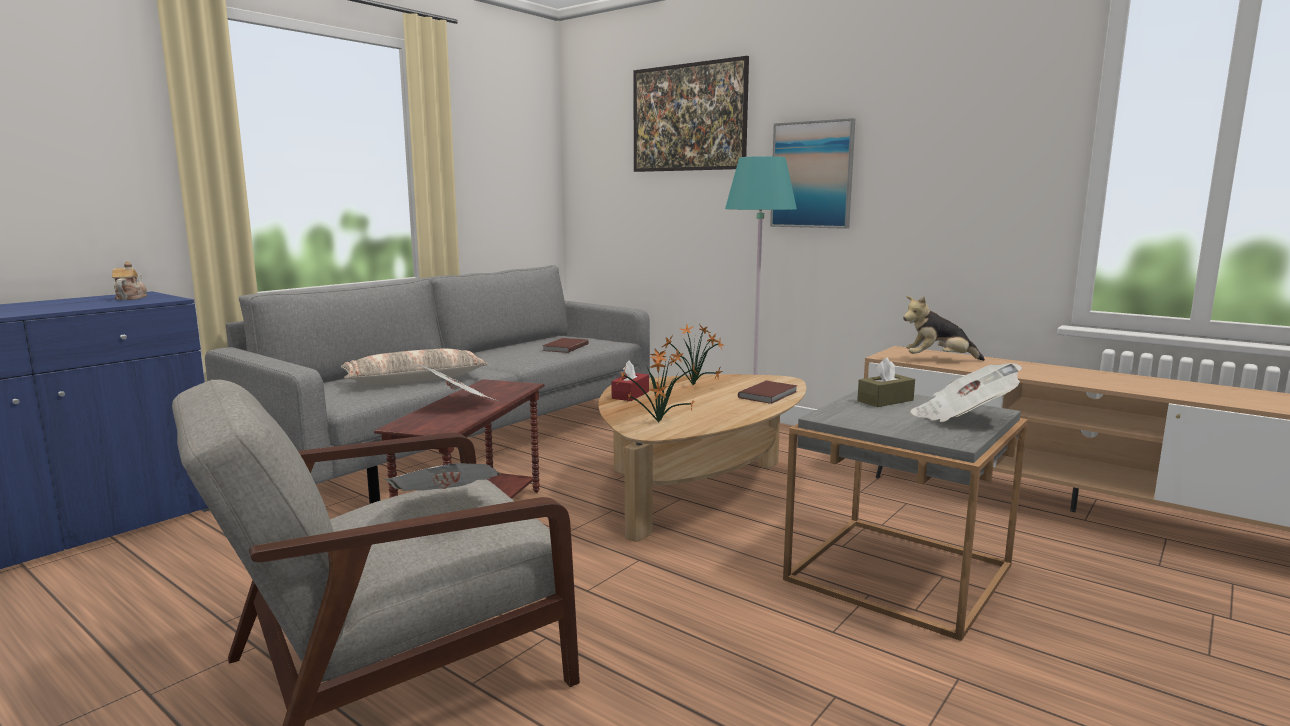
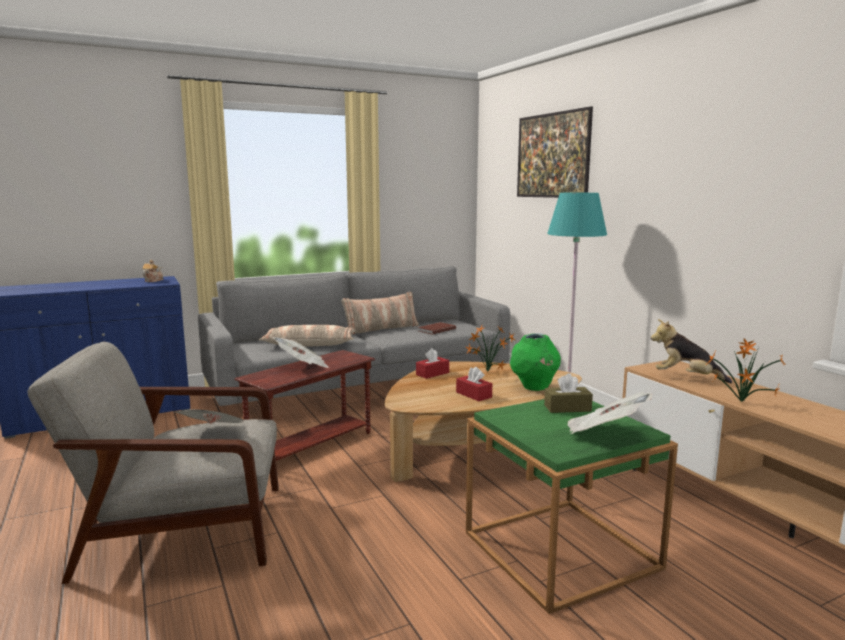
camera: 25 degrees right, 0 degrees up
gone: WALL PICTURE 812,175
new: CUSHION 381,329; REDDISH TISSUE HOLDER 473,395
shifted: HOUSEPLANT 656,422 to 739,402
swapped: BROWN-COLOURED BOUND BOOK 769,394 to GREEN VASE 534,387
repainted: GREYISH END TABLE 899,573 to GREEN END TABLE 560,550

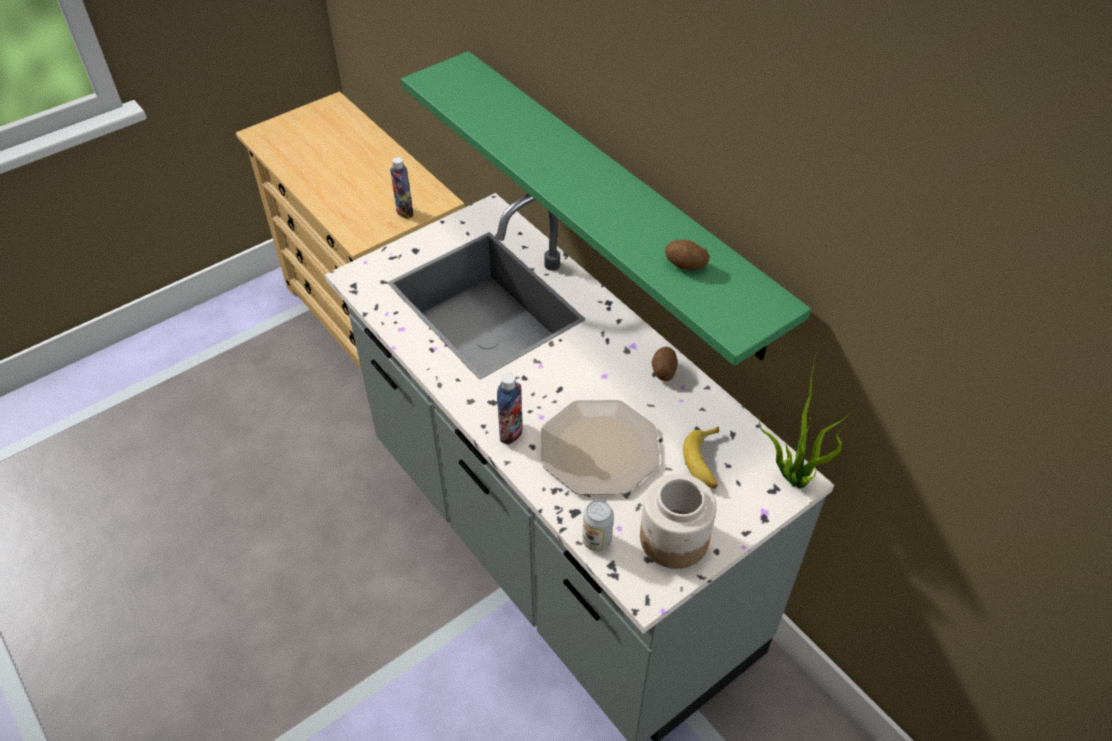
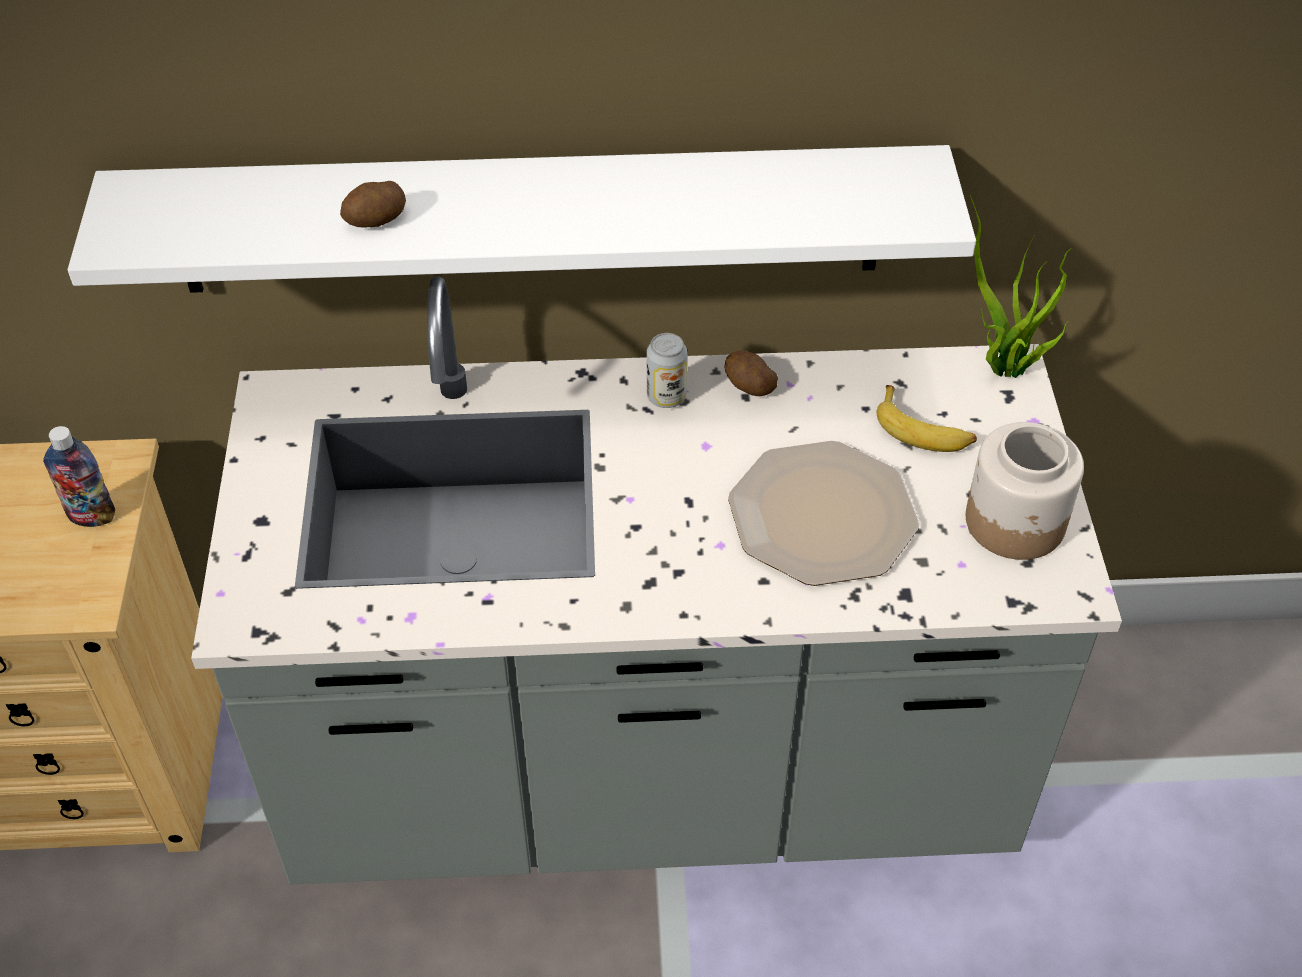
camera: 55 degrees left, 0 degrees up
gone: BOTTLE 511,432
shifted: METAL CAN 597,540 to 666,397; SPUD 685,265 to 376,220
repainted: GREEN SHELF 614,200 to WHITISH SHELF 530,219

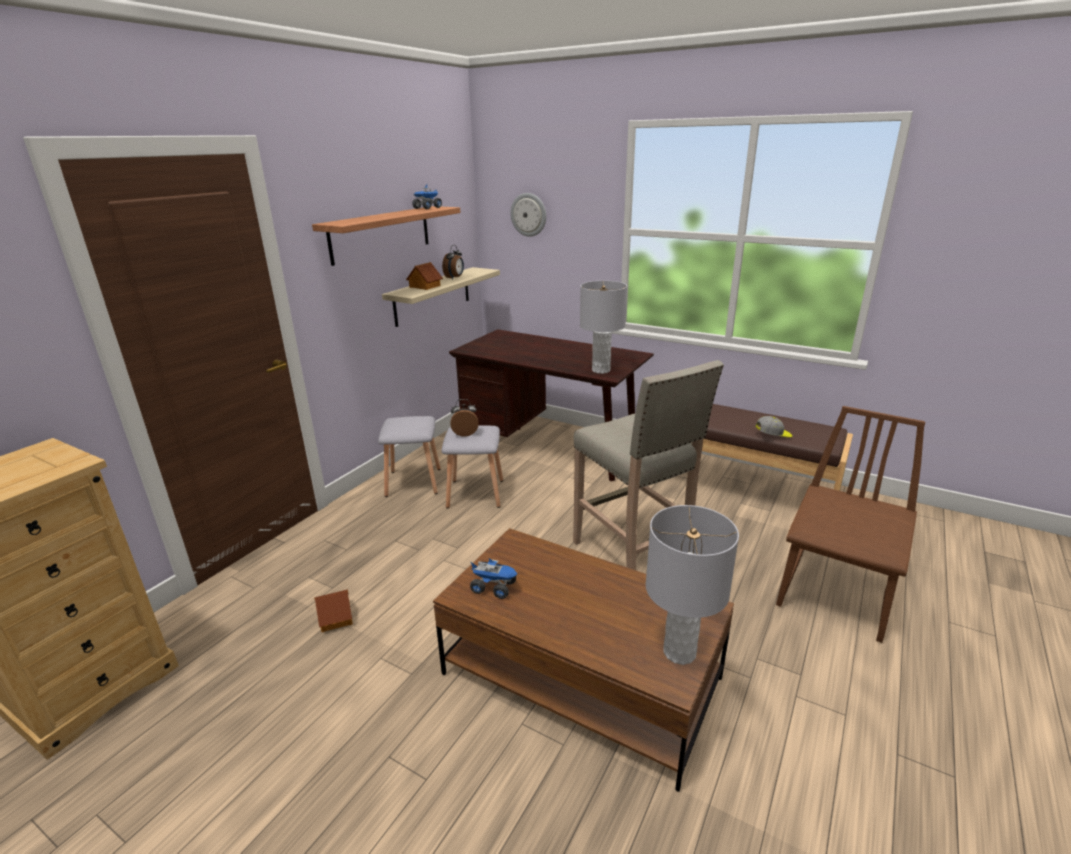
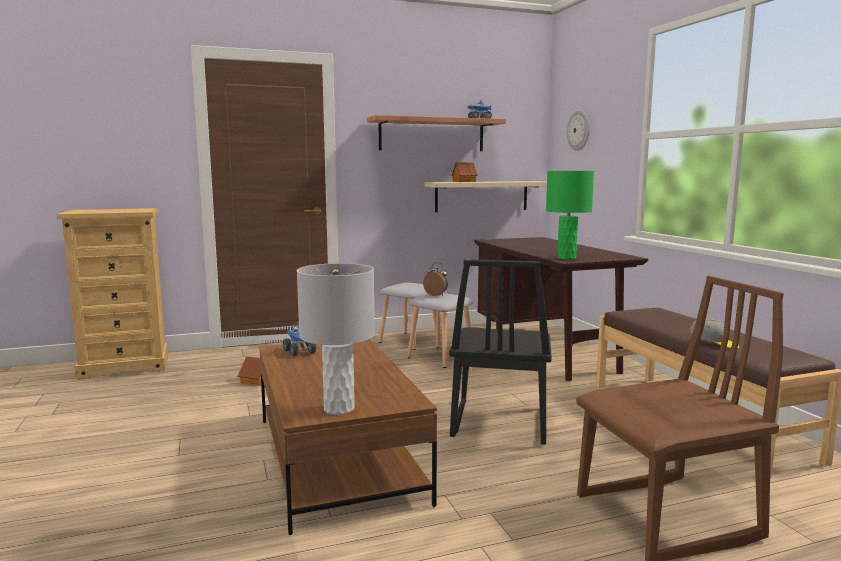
camera: 40 degrees right, 15 degrees down
gone: BEDSIDE CLOCK 455,278
swapped: BEIGE STOOL 632,556 to BLACKISH CHAIR 498,422
repainted: GREYISH TABLETOP LAMP 601,370 to GREEN TABLETOP LAMP 567,258

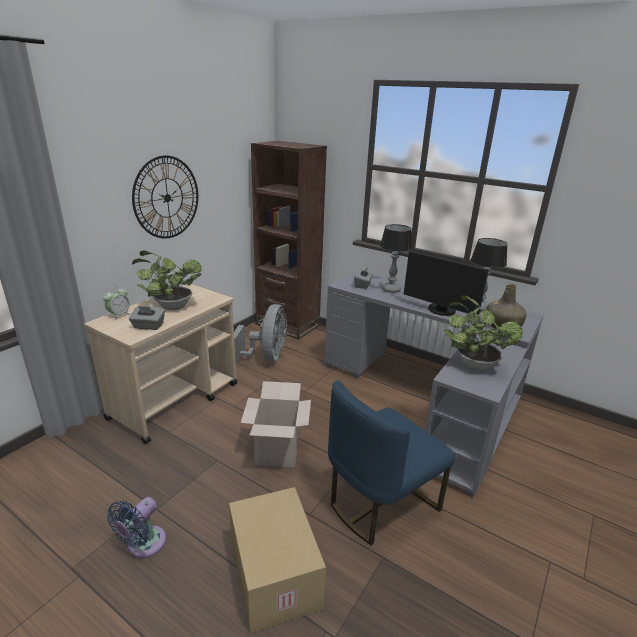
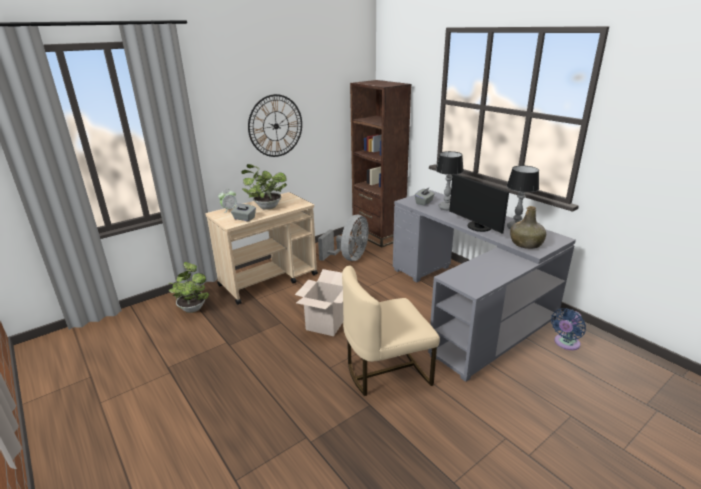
camera: 20 degrees right, 0 degrees up
gone: CARDBOARD BOX 272,574
shifted: BLUISH FAN 143,545 to 565,343; HOUSEPLANT 473,364 to 192,307
repainted: BLUISH CHAIR 380,503 to BEIGE CHAIR 386,371

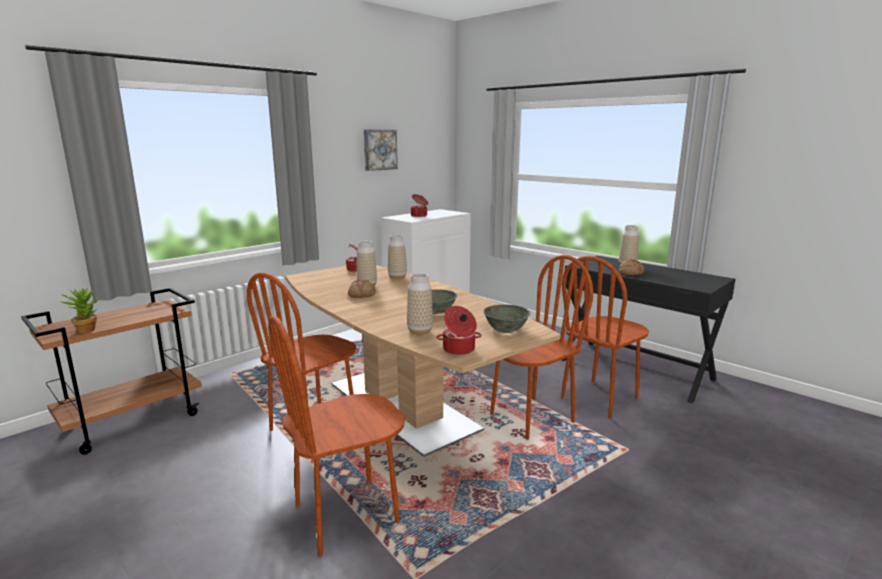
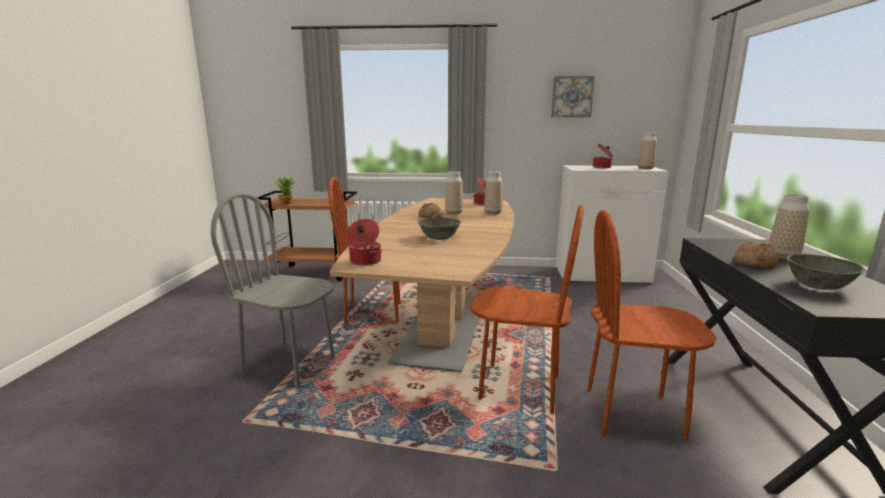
camera: 50 degrees right, 0 degrees up
shifted: VASE 420,331 to 645,168; GREYISH SERVING BOWL 505,329 to 817,285
repainted: BROWN-COLOURED CHAIR 346,514 to GREYISH CHAIR 290,367

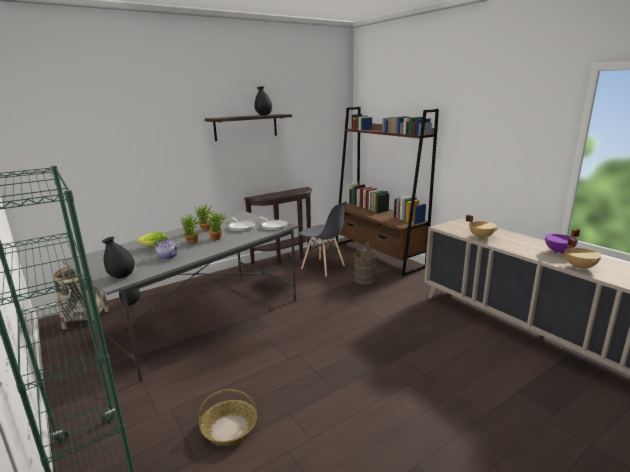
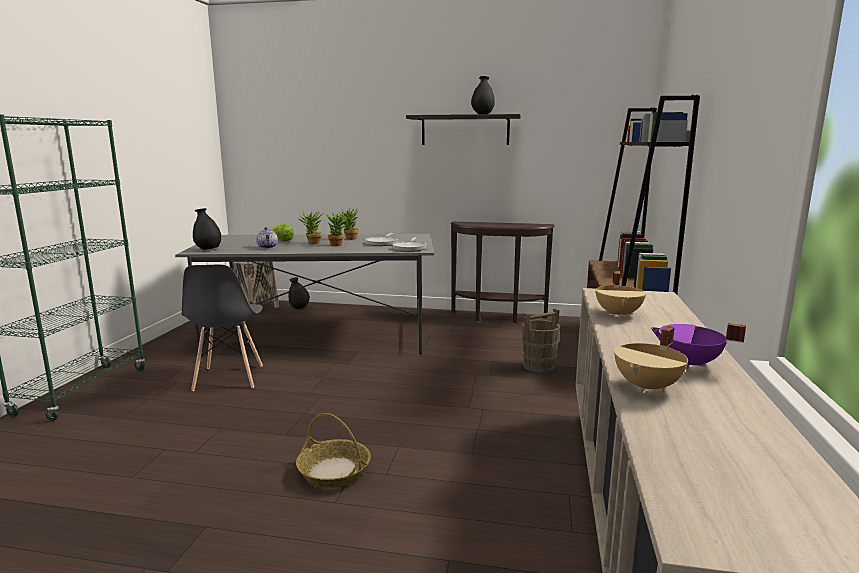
camera: 45 degrees right, 5 degrees down
shifted: STORAGE BASKET 229,429 to 333,471; GREYISH CHAIR 323,267 to 228,378

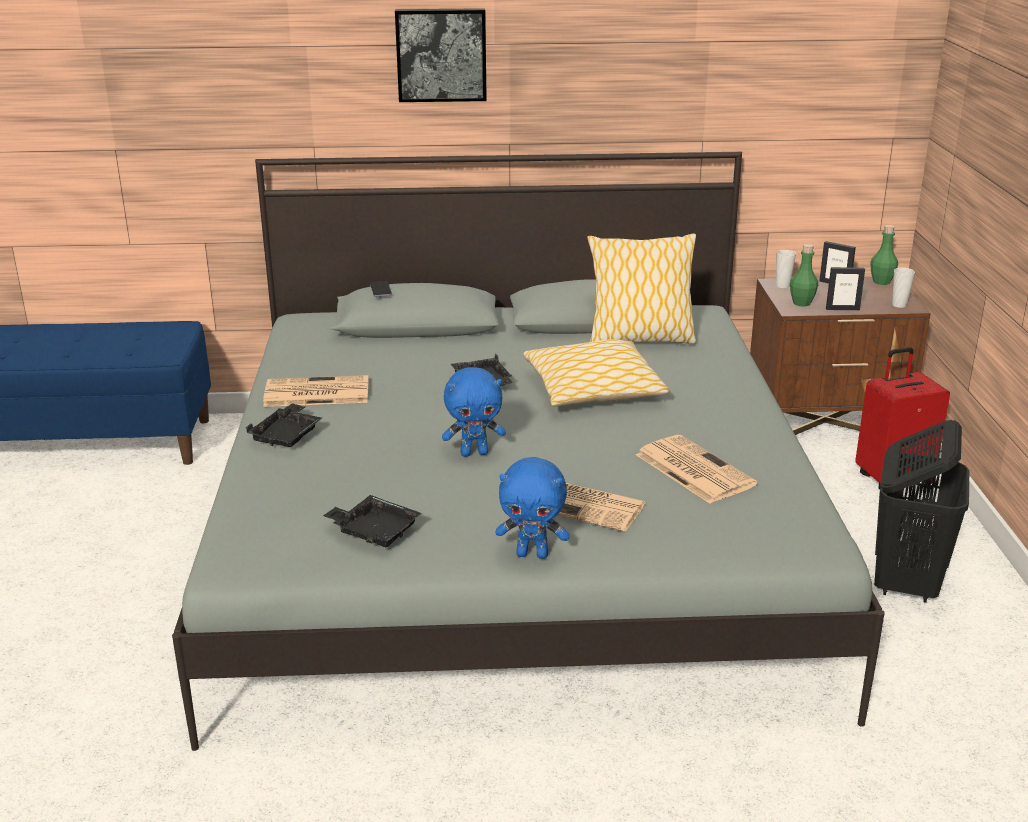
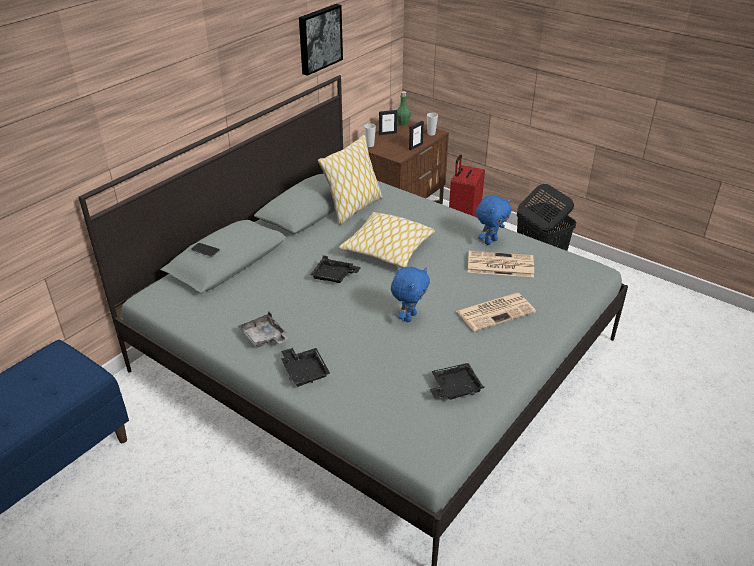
camera: 50 degrees left, 10 degrees up
gone: GREEN BOTTLE 801,303
shifted: WALL PICTURE 441,54 to 319,38; BLUISH PLUSH TOY 533,554 to 490,241
swapped: PRINTED PAPER 315,393 to GREYISH SERVING TRAY 264,337

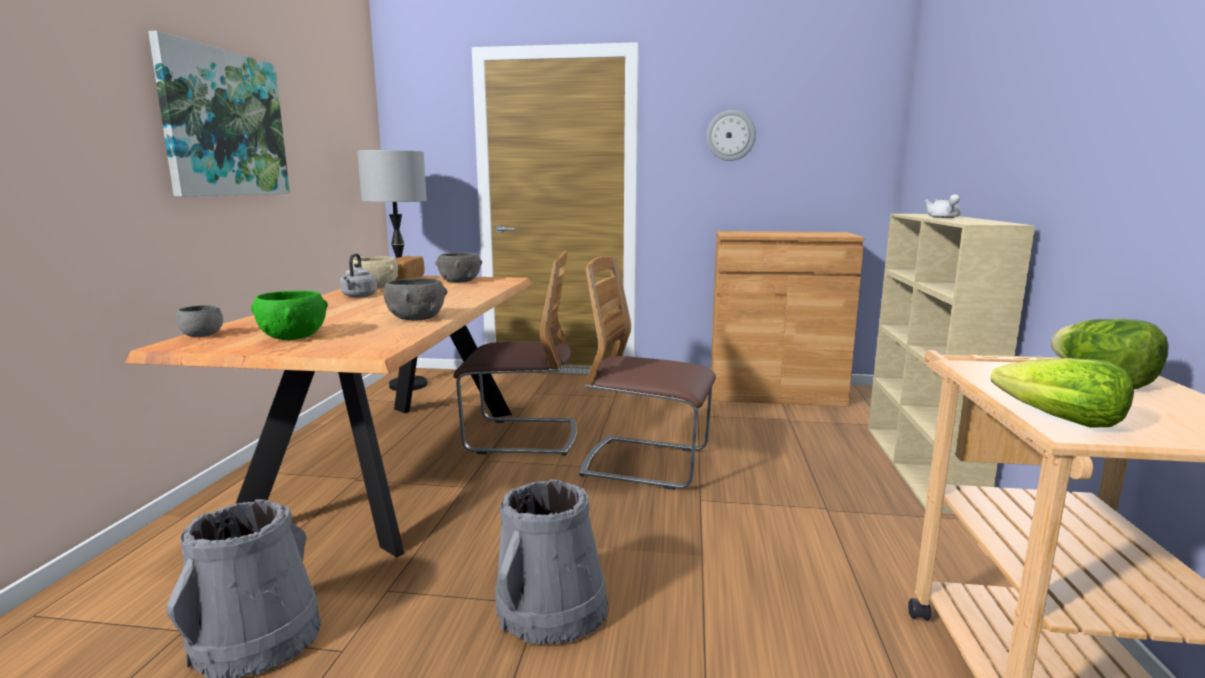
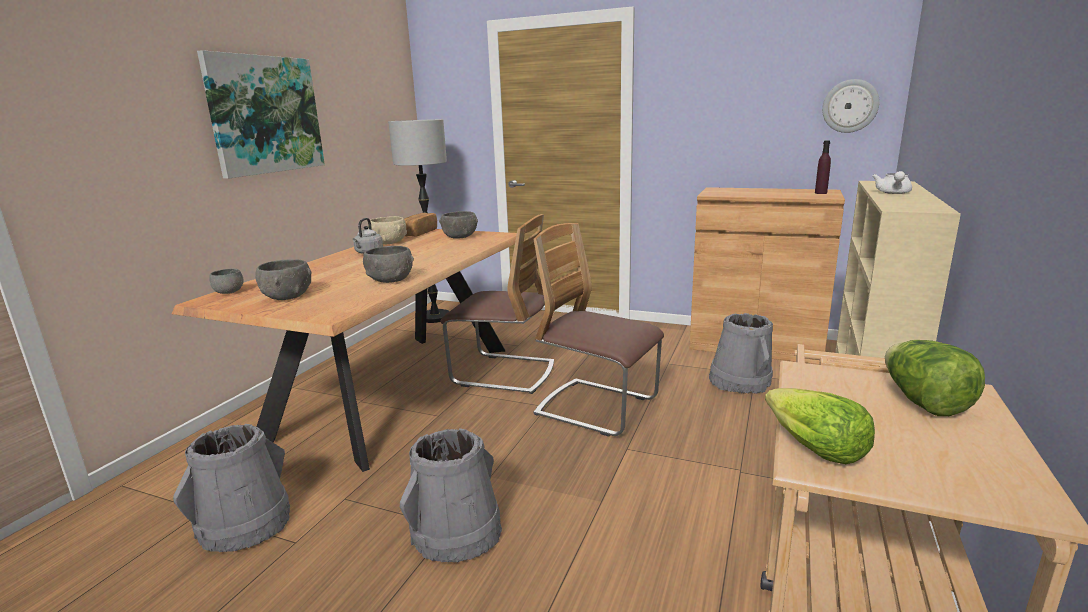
camera: 15 degrees right, 5 degrees up
new: GREYISH BUCKET 740,381; PURPLE-COLOURED BOTTLE 820,193
shifted: CLOCK ON THE WALL 730,135 to 850,106
repainted: GREEN SERVING BOWL 293,337 to GREYISH SERVING BOWL 287,296

